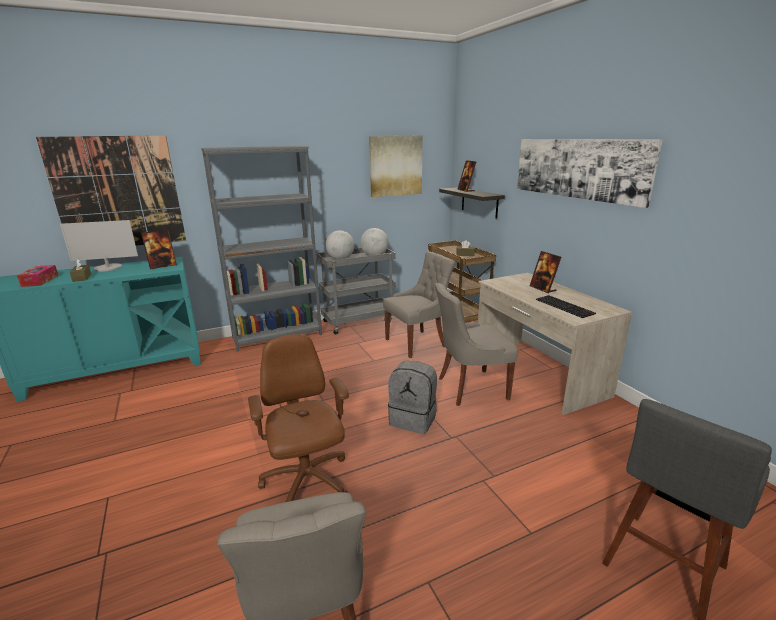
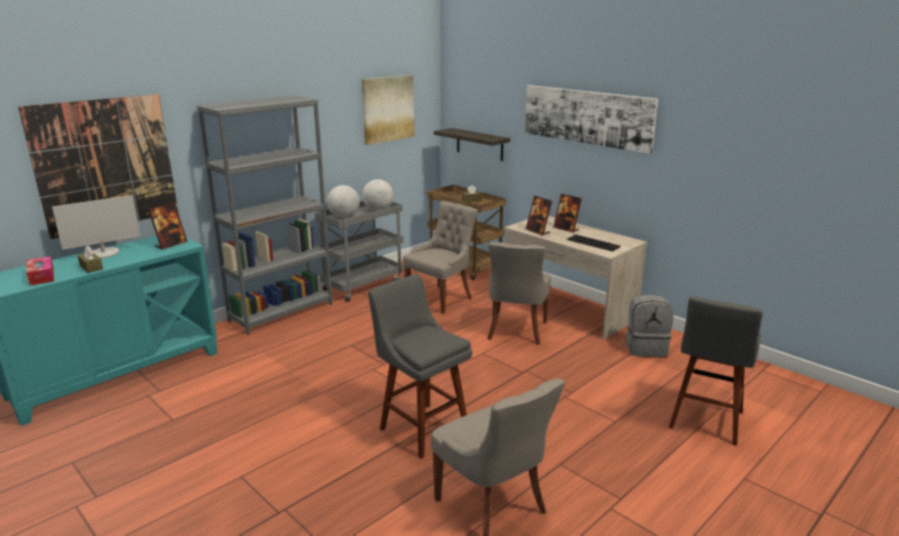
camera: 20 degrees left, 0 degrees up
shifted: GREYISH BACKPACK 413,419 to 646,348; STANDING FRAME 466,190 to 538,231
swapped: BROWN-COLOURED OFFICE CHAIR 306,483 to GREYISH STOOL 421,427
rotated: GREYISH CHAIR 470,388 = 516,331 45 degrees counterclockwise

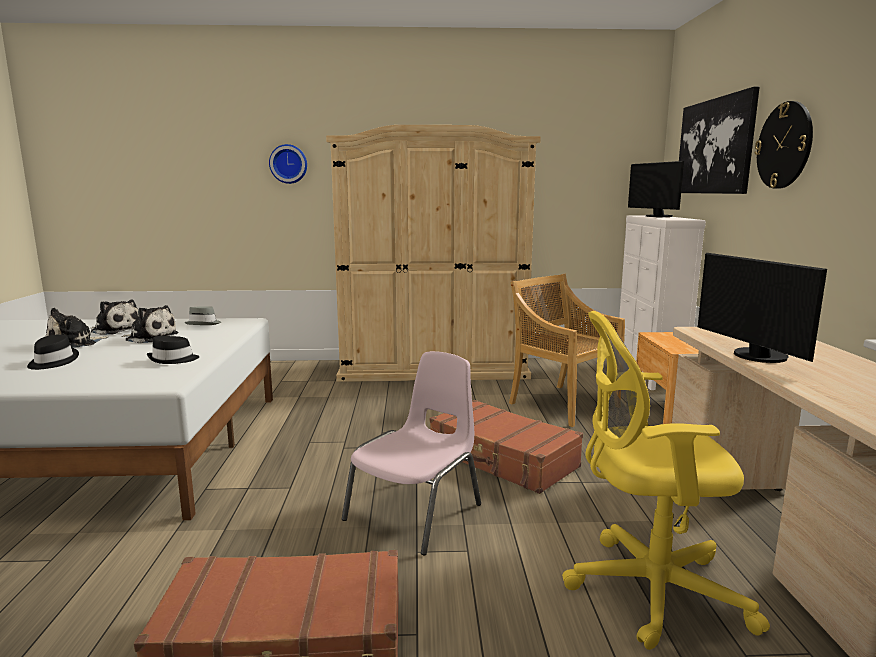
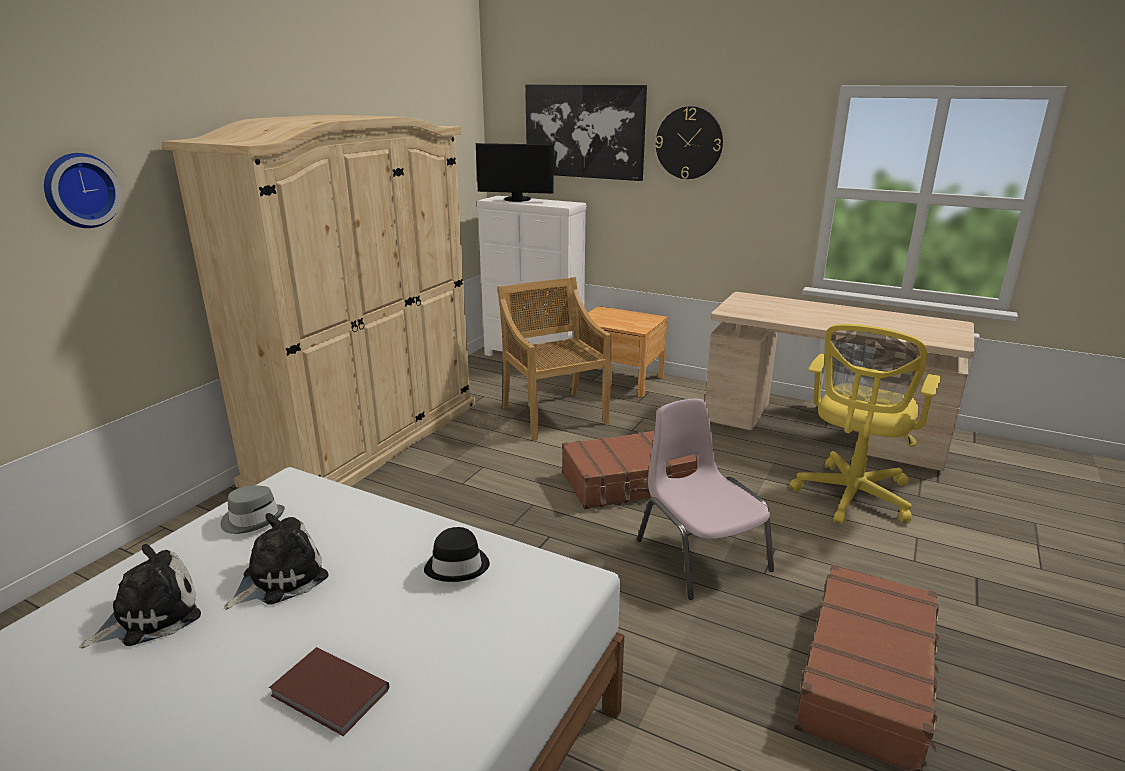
camera: 60 degrees left, 10 degrees up
gone: PLUSH TOY 74,343; COMPUTER SCREEN 755,356
swapped: BLACKISH HAT 52,362 to BROWN-COLOURED BOUND BOOK 329,695
rotated: BEIGE CHAIR 562,404 = 554,415 75 degrees clockwise

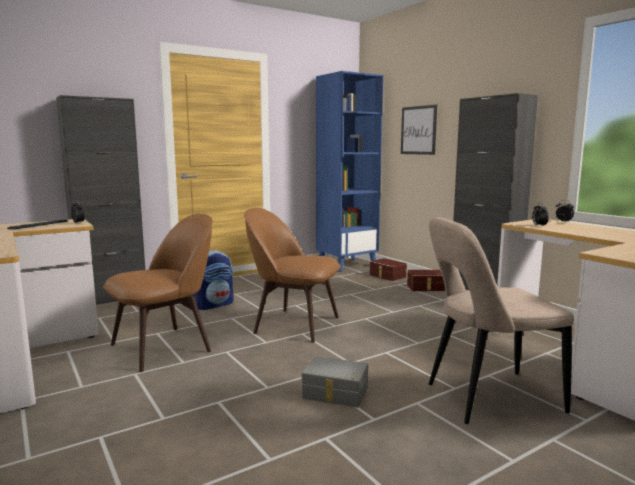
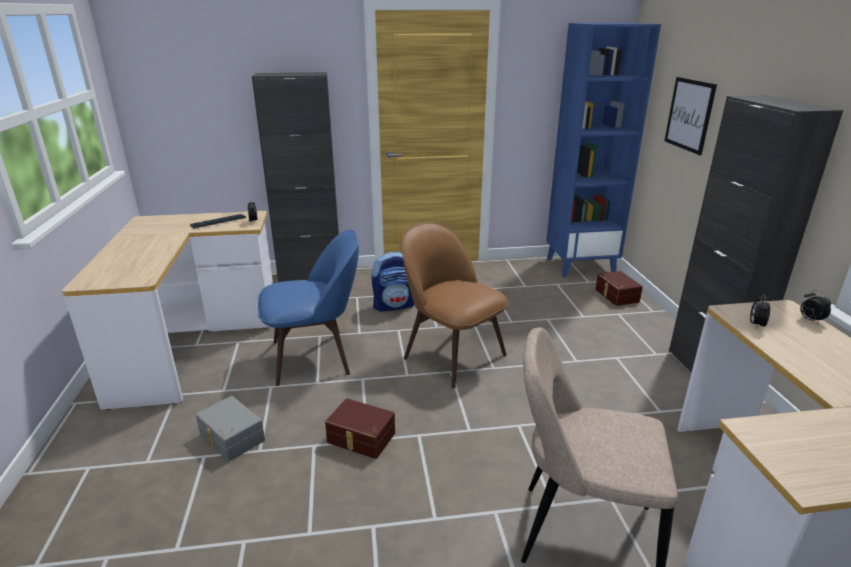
camera: 25 degrees right, 15 degrees up
shifted: GREYISH STORAGE BIN 335,393 to 231,438; BROWN-COLOURED STORAGE BIN 426,287 to 360,438
repainted: BROWN-COLOURED CHAIR 165,346 to BLUISH CHAIR 315,356

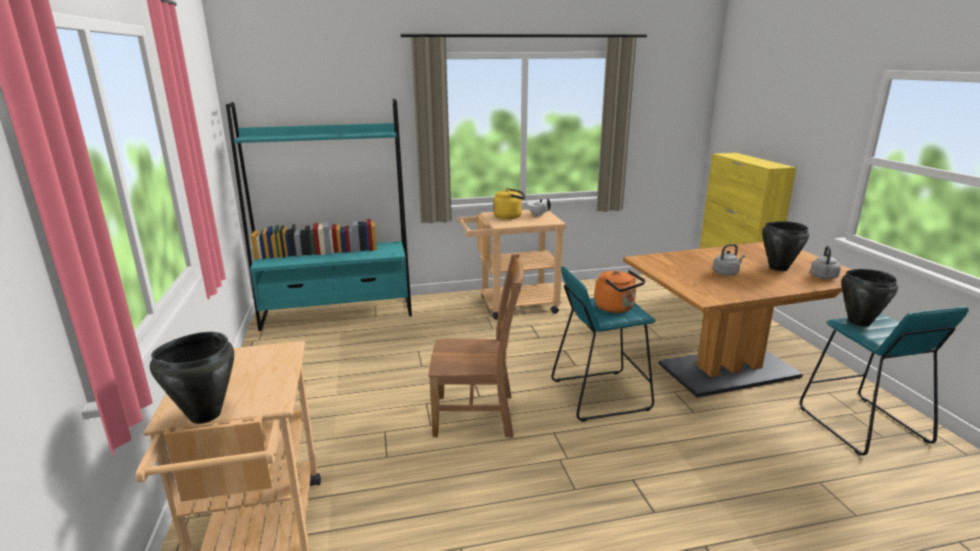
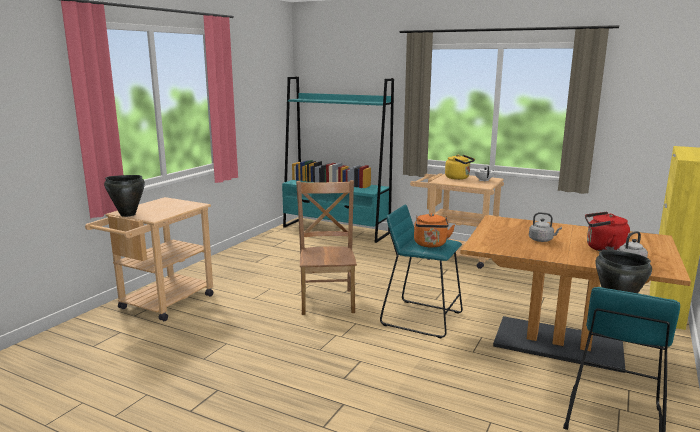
camera: 40 degrees right, 5 degrees down
swapped: BLACKISH STOCKPOT 778,268 to REDDISH TEA KETTLE 602,249
rotated: BROWN-COLOURED CHAIR 478,416 = 327,300 135 degrees counterclockwise

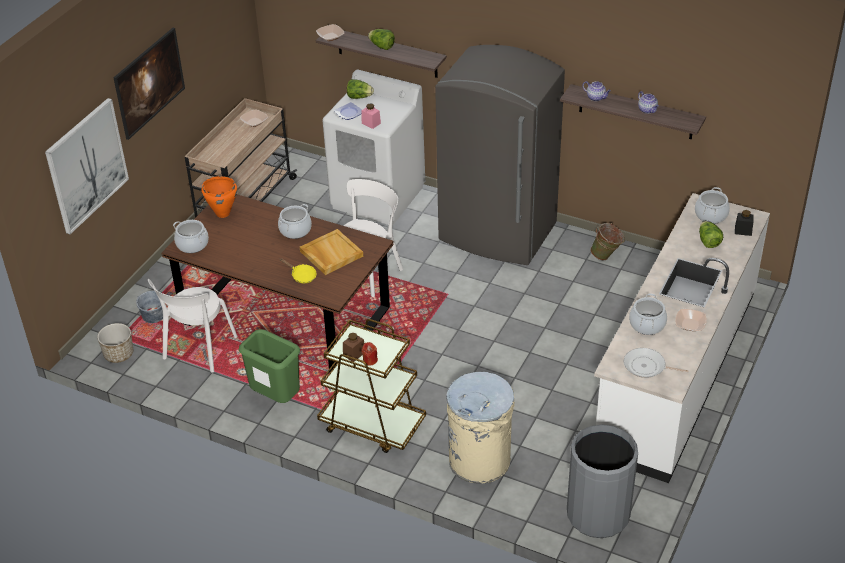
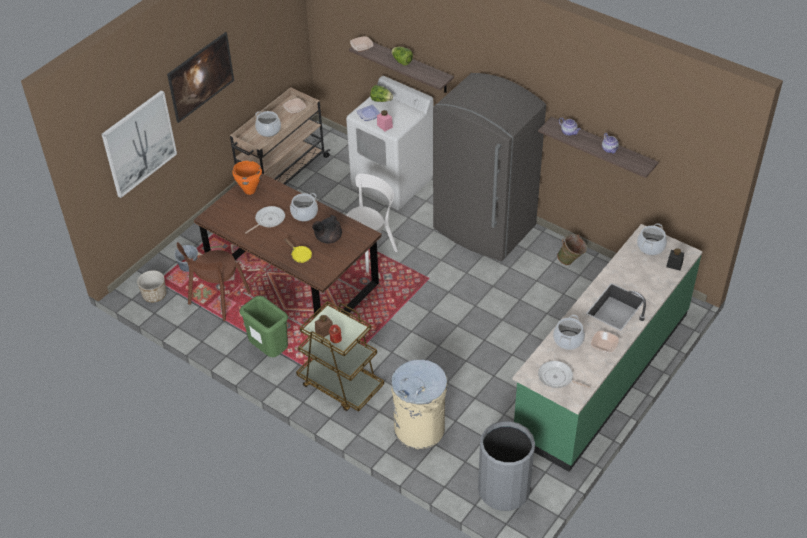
camera: 10 degrees right, 5 degrees up
gone: LETTUCE HEAD 708,241
new: PAN 268,220
shifted: STOCKPOT 192,244 to 268,130
swapped: BEIGE SERVING TRAY 331,254 to BLACKISH TEAPOT 328,238
repainted: WHITISH CHAIR 198,350 to BROWN-COLOURED CHAIR 217,300; WHITISH KITCHEN BASE UNIT 675,371 to GREEN KITCHEN BASE UNIT 601,373

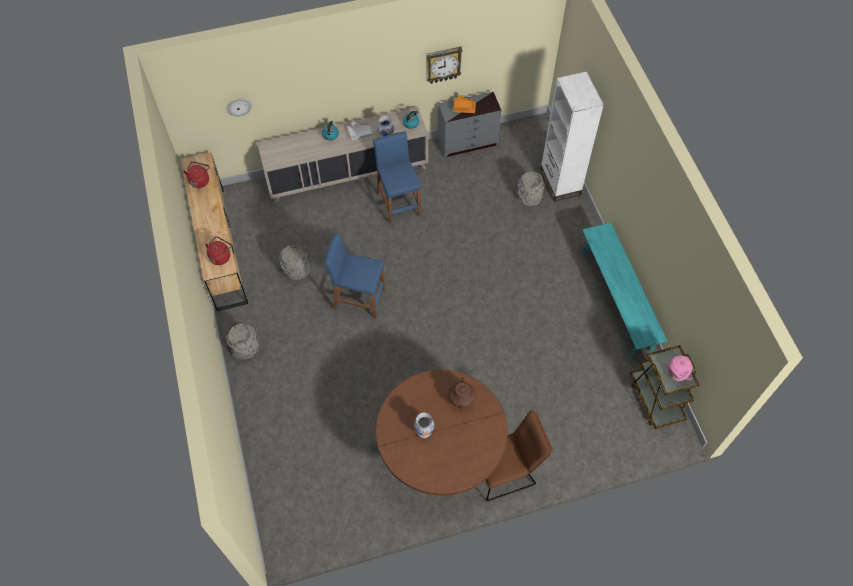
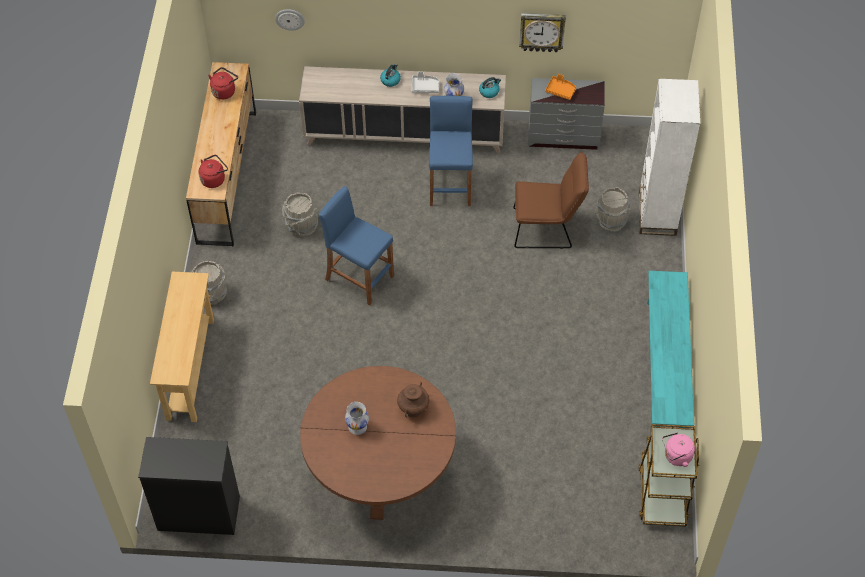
camera: 20 degrees right, 5 degrees down
new: BLACKISH DRAWER CHEST 198,513; BEIGE CONSOLE TABLE 190,369
shifted: BROWN-COLOURED CHAIR 507,470 to 547,228

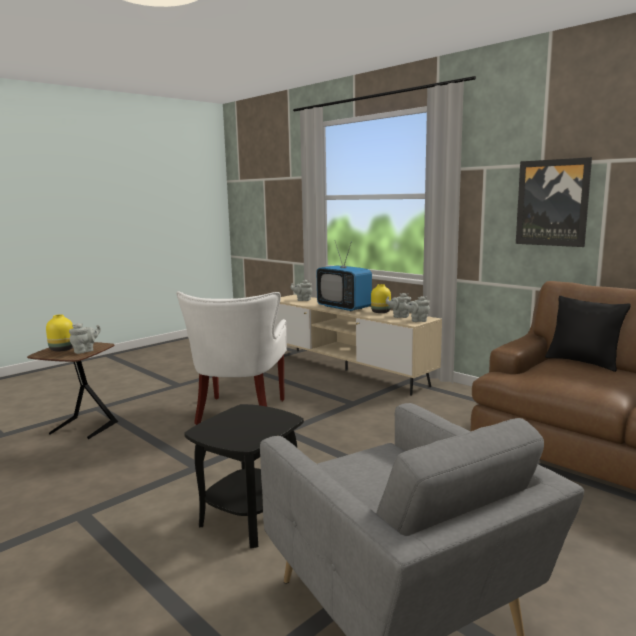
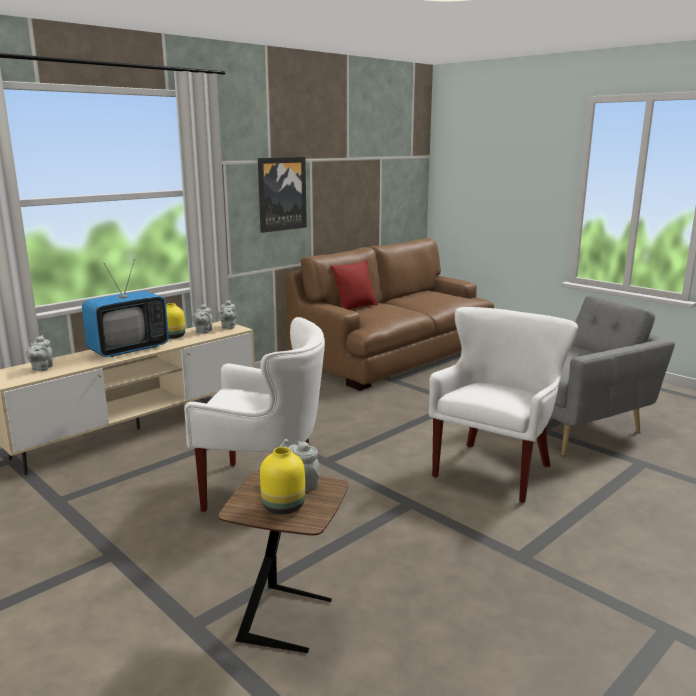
camera: 90 degrees left, 5 degrees up
swapped: BLACKISH END TABLE 250,517 to WHITISH ARMCHAIR 495,470
repainted: BLACKISH CUSHION 583,362 to REDDISH CUSHION 355,308

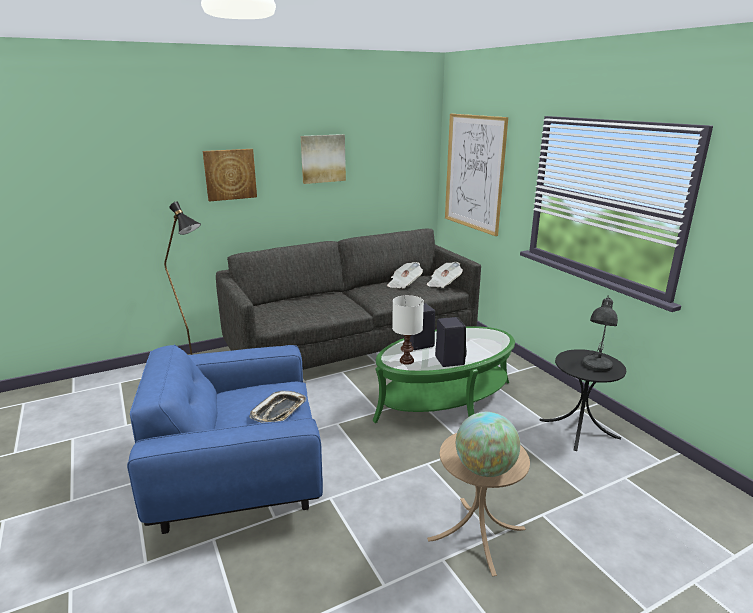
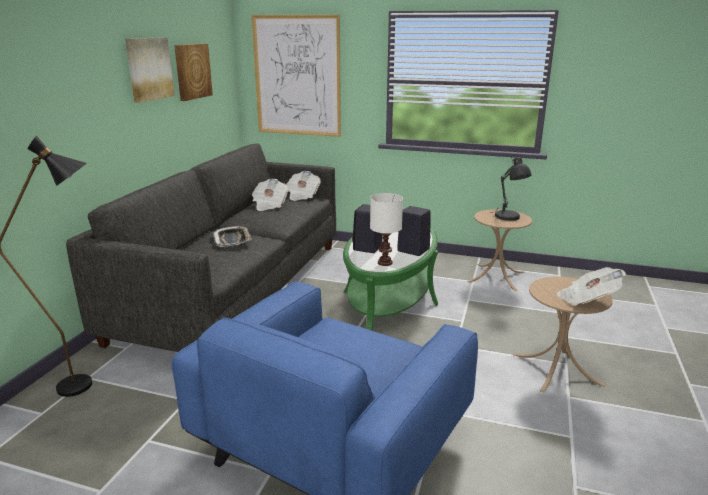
camera: 45 degrees left, 0 degrees up
shifted: WALL PICTURE 230,174 to 192,71; SERVING TRAY 279,411 to 232,240
swapped: WORLD GLOBE 484,469 to PRINTED PAPER 587,300
repainted: BLACKISH END TABLE 579,429 to BEIGE END TABLE 496,277

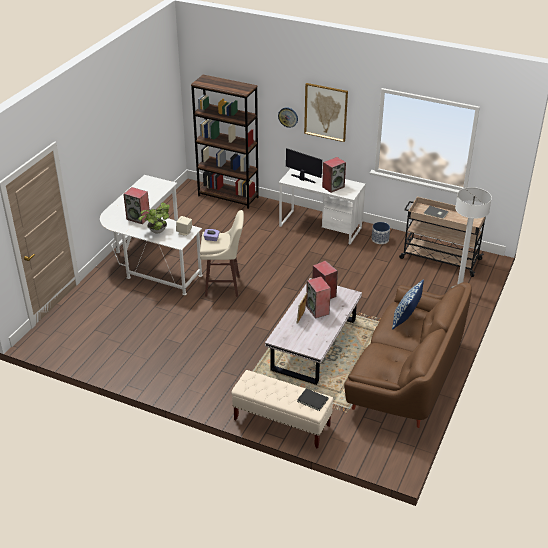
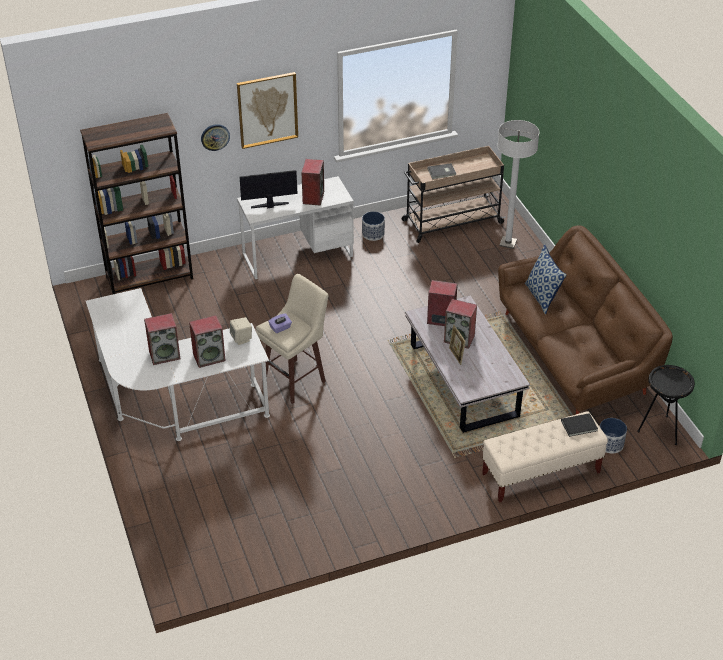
camera: 45 degrees left, 5 degrees up
new: PLANT POT 610,444; BLACKISH END TABLE 660,430
swapped: HOUSEPLANT 156,231 to SPEAKER 209,357

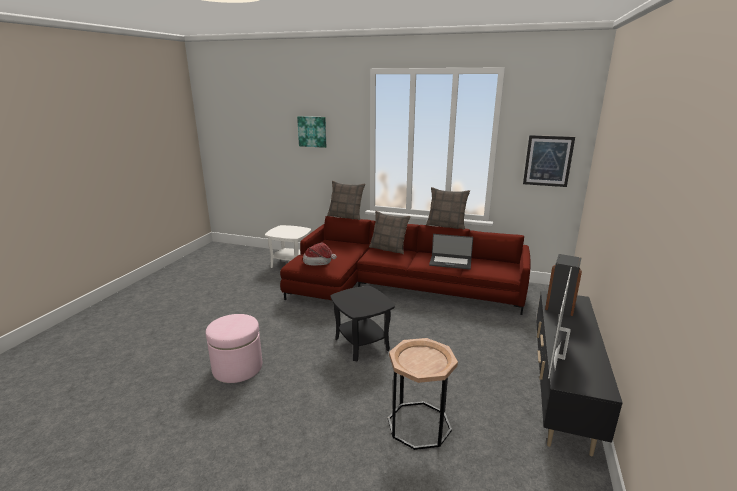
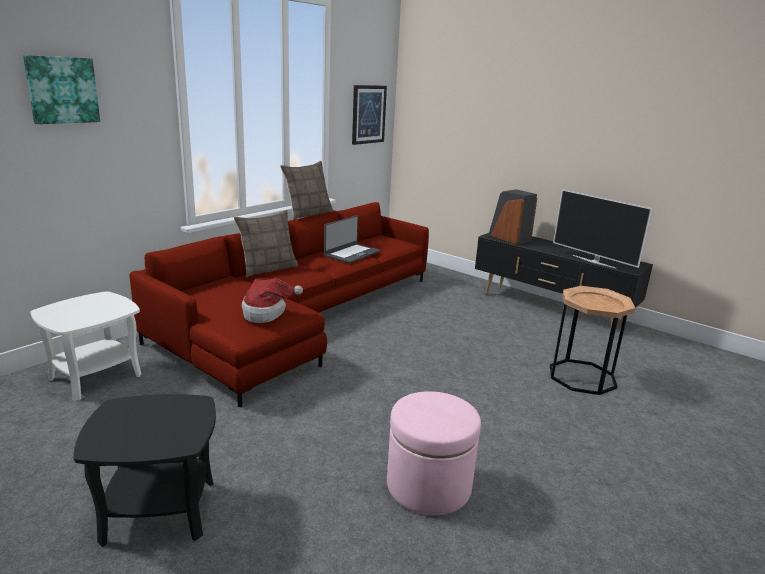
camera: 70 degrees left, 0 degrees up
gone: CUSHION 346,216
shifted: BLACKISH END TABLE 362,344 to 160,510

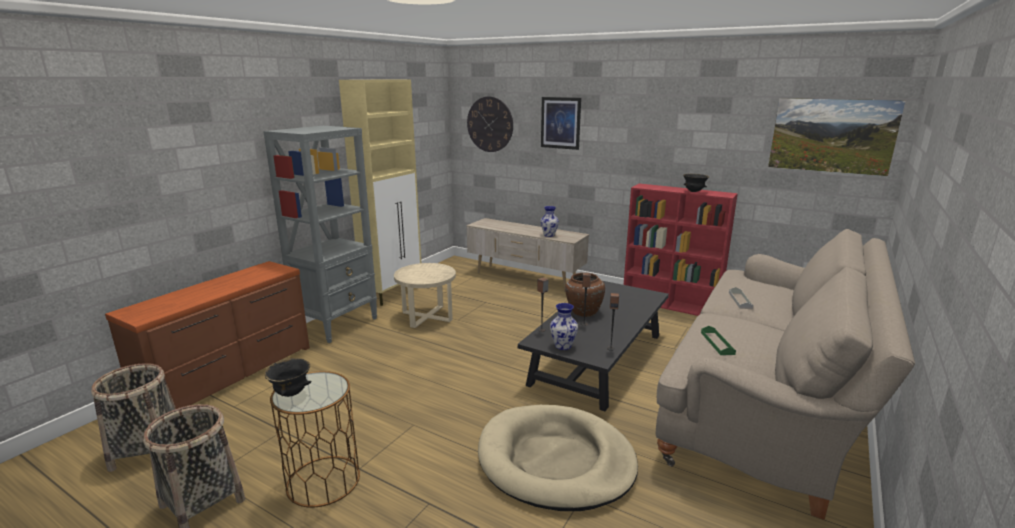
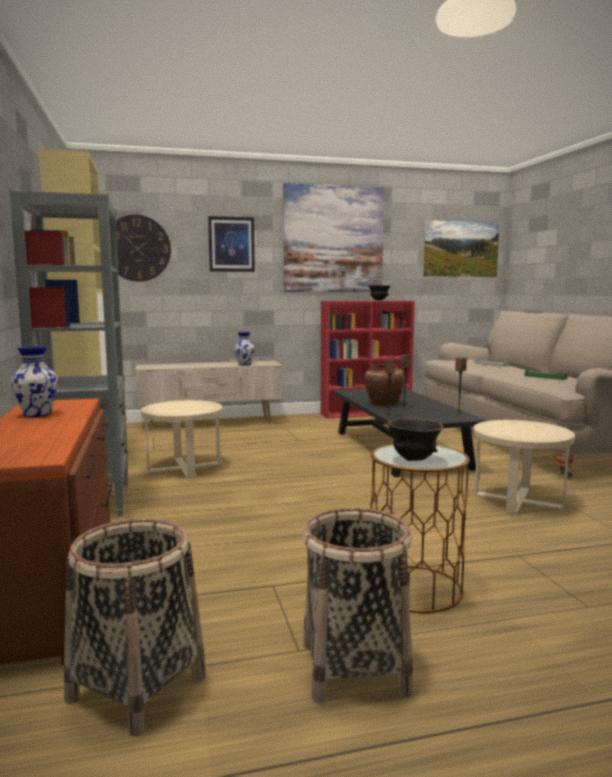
camera: 45 degrees left, 10 degrees down
new: WALL PICTURE 333,239
shifted: VASE 563,346 to 38,414
swapped: BEIGE PET BED 555,461 to BEIGE END TABLE 518,501

